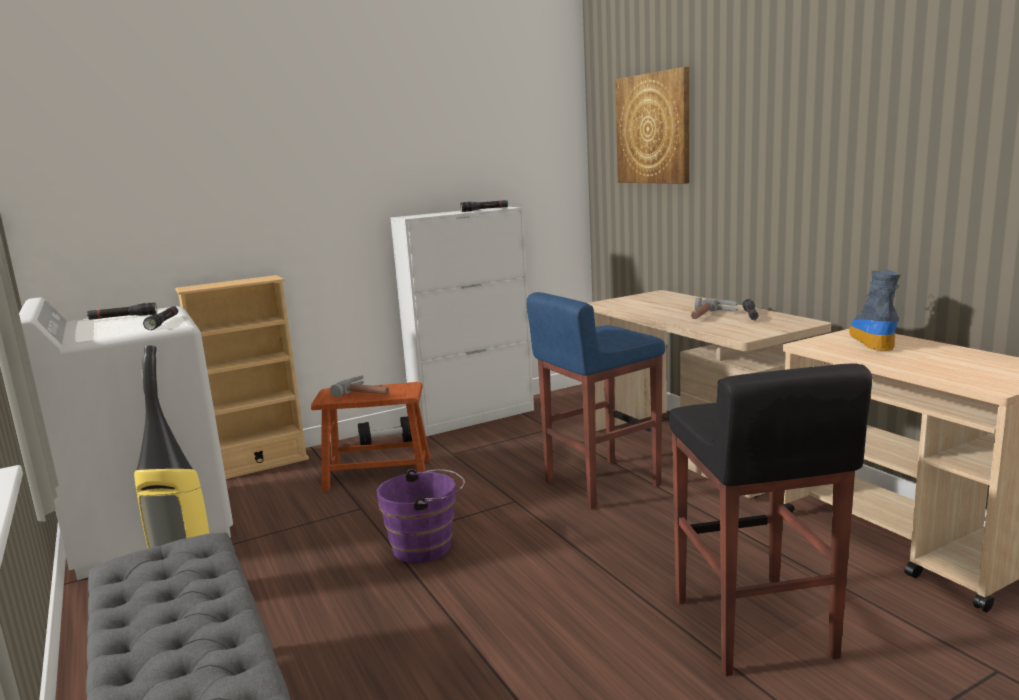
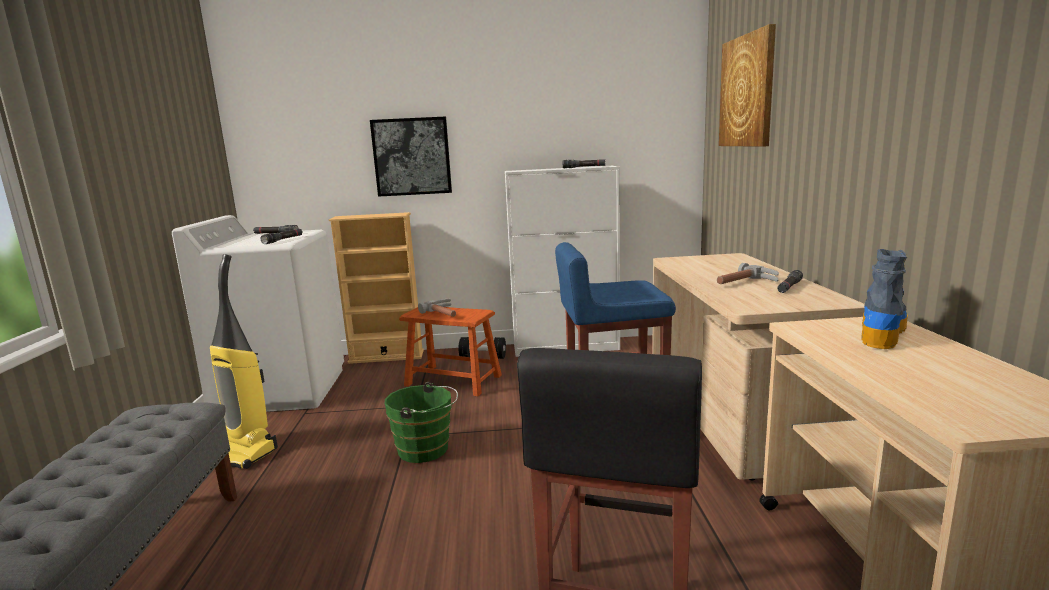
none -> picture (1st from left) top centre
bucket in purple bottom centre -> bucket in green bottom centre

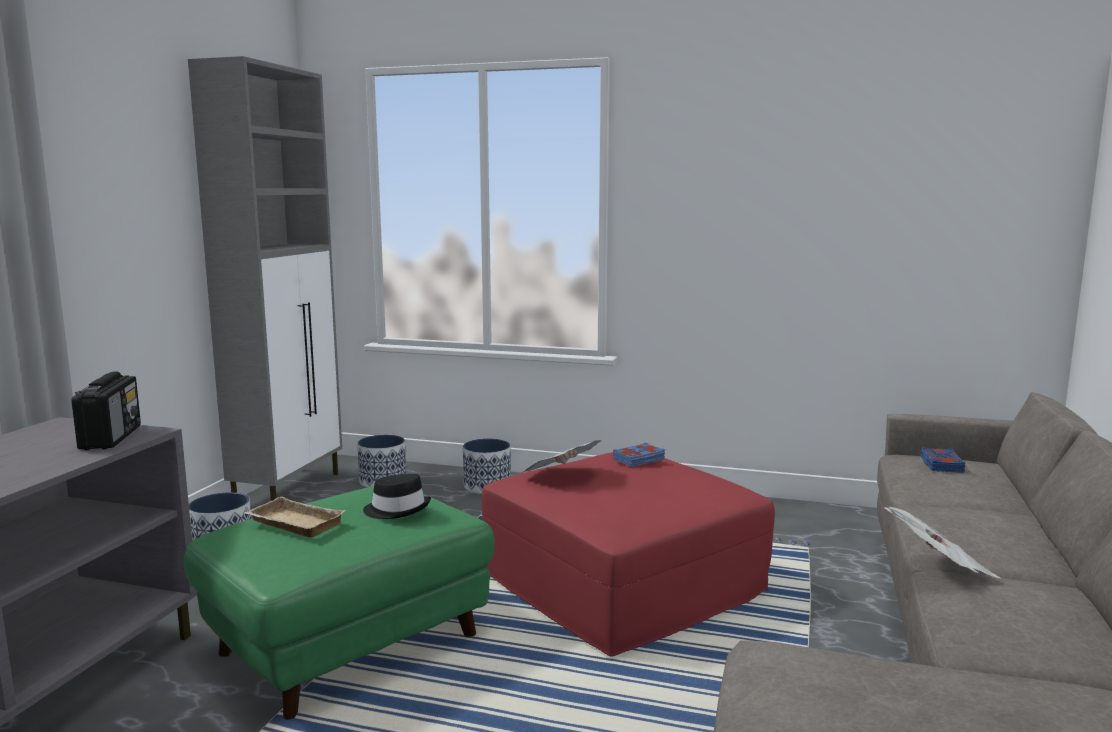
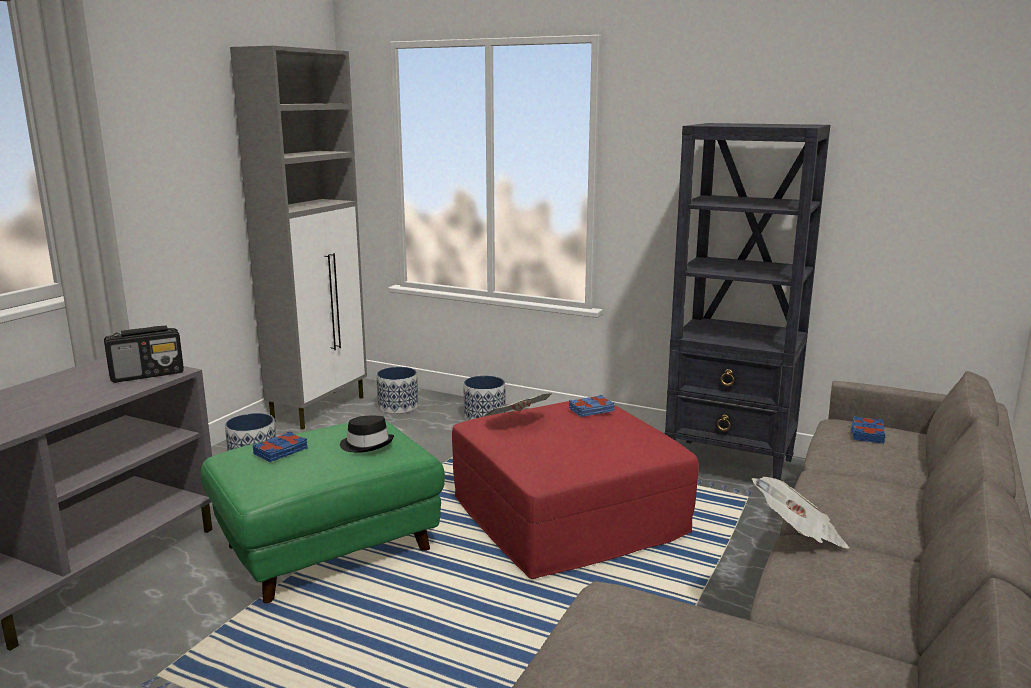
none -> bookcase in black middle right
tray in beige bottom left -> book in blue (1st from left) middle left
radio middle left, 60 degrees clockwise

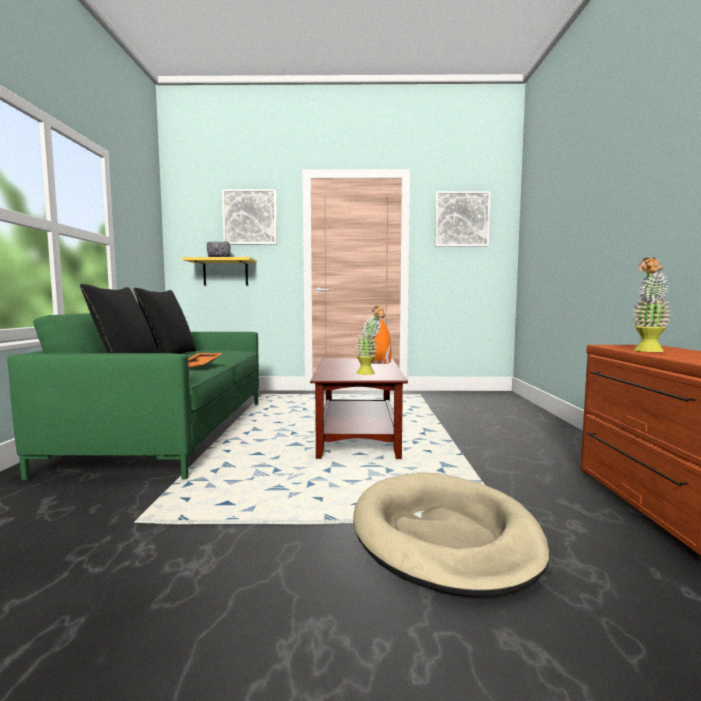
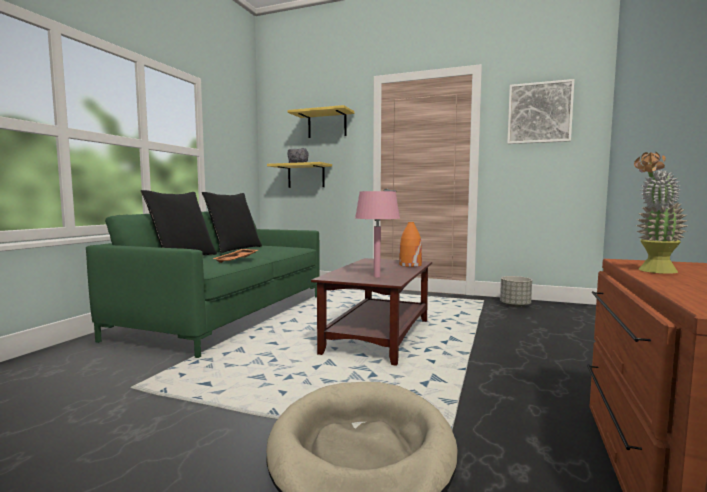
none -> planter in grey middle right
picture (1st from left) top centre -> shelf in yellow (2nd from left) top centre
potted plant (1st from left) centre -> table lamp in pink centre

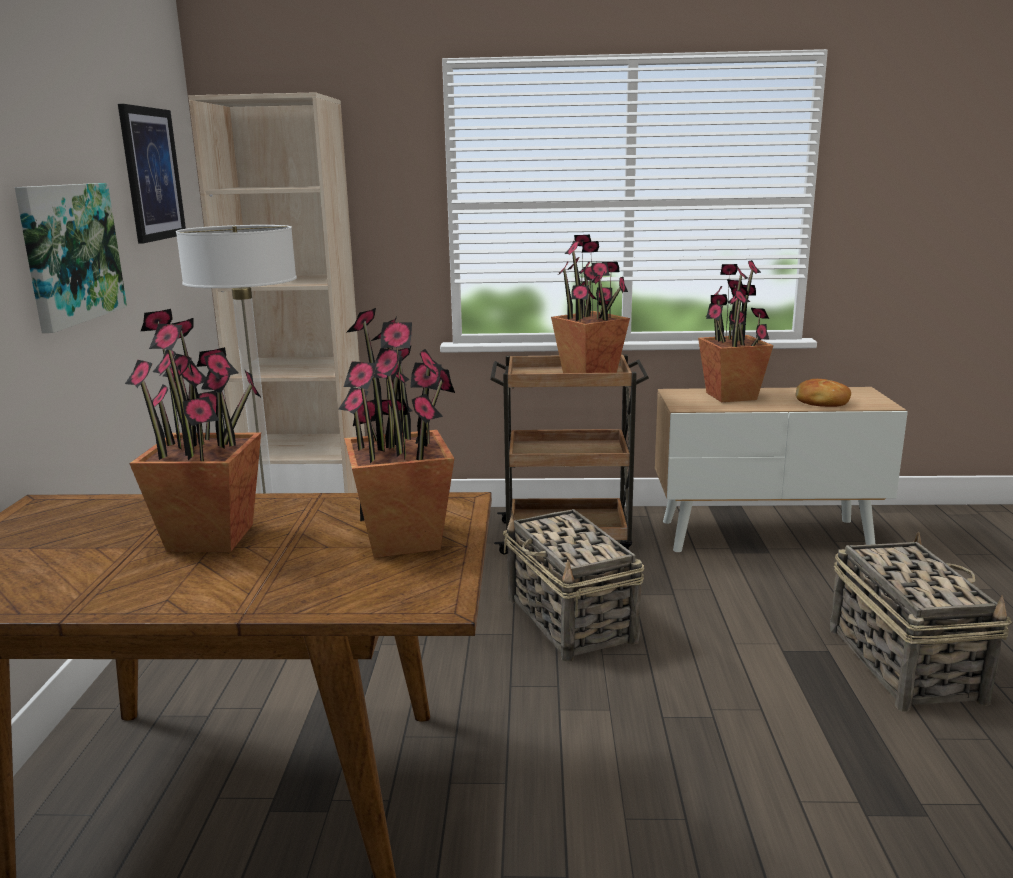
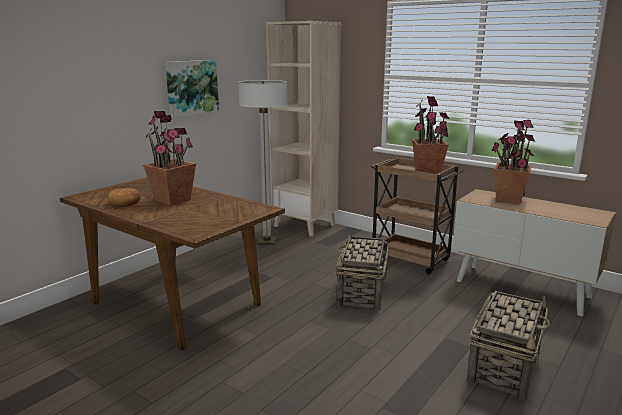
picture (2nd from left) top left -> none
potted plant (2nd from left) centre -> none
bread middle right -> bread middle left, moved

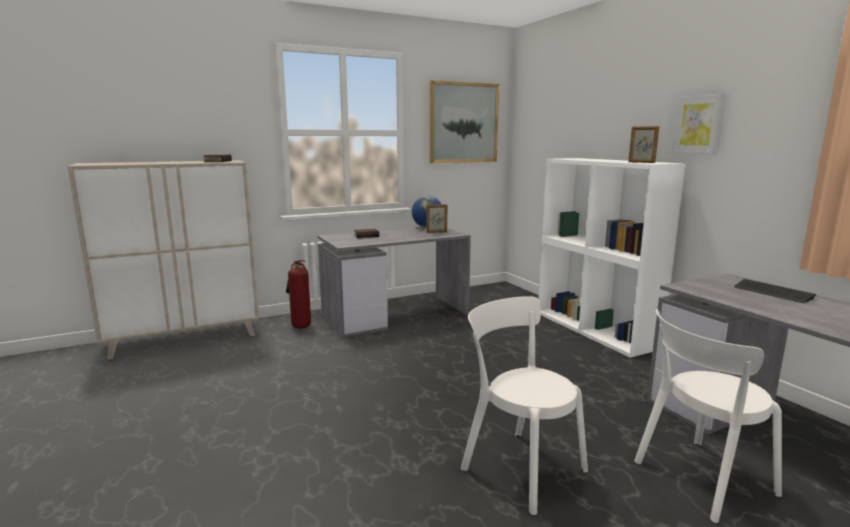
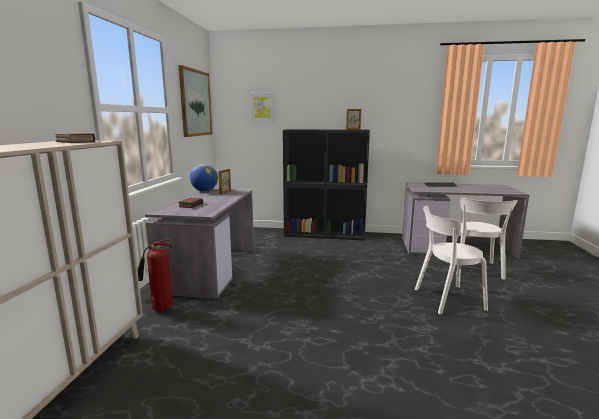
picture (2nd from left) top right -> picture (2nd from left) top centre, moved
bookcase in white middle right -> bookcase in black centre

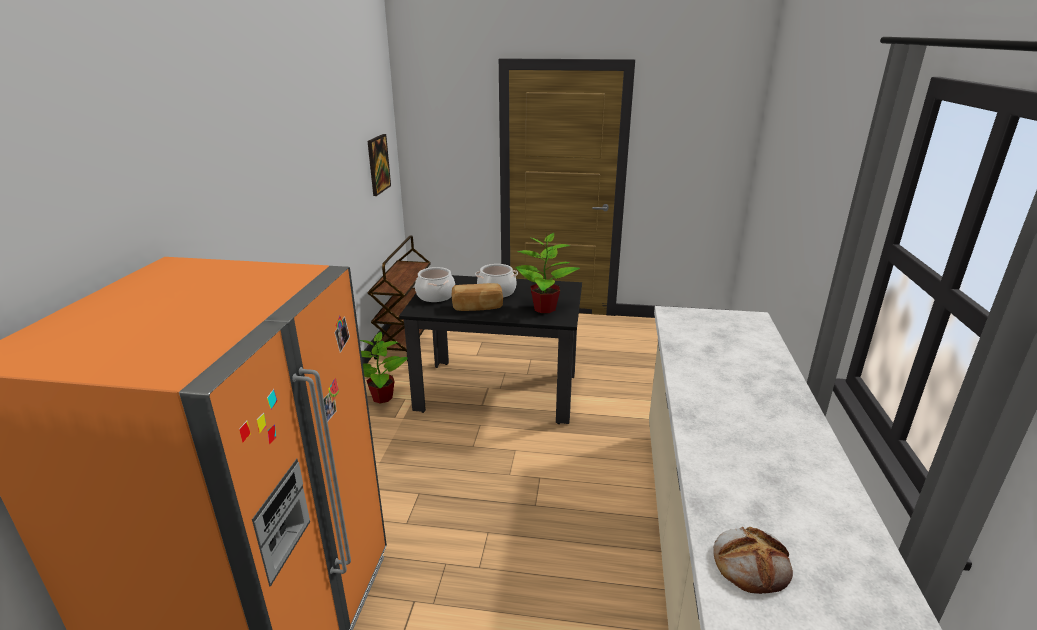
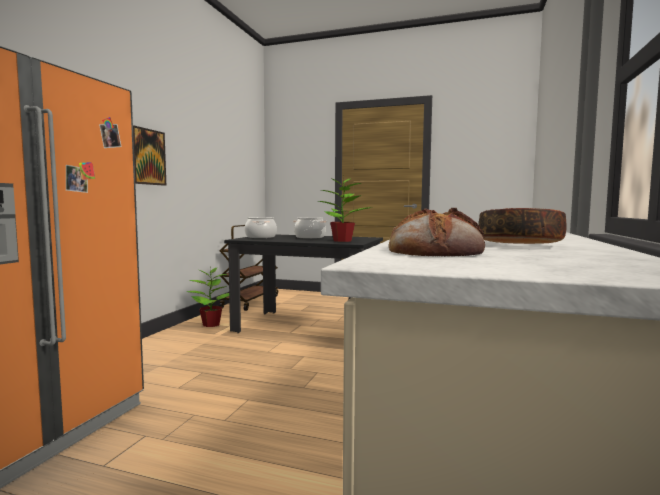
bread (1st from left) centre -> none
none -> bowl middle right
picture top centre -> picture top left, moved

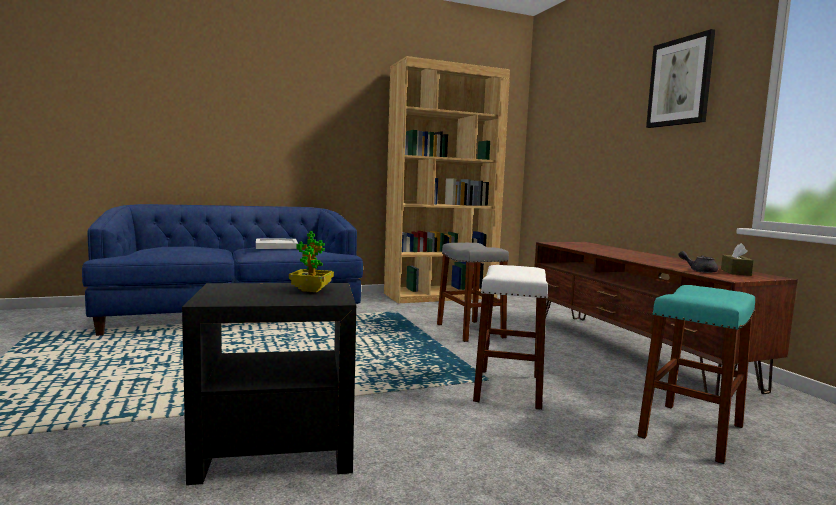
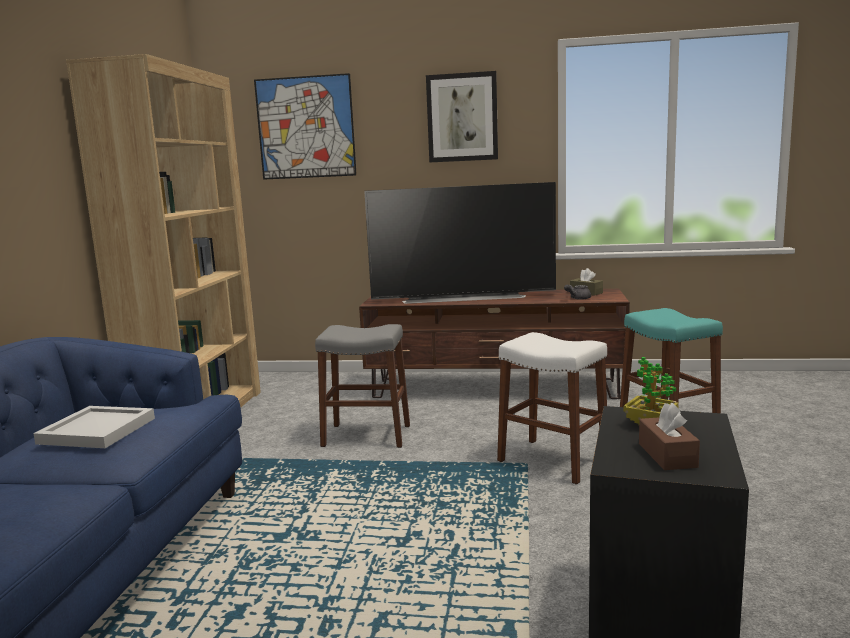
none -> picture (1st from left) top centre
none -> television centre
none -> tissue box in brown (2nd from left) bottom right

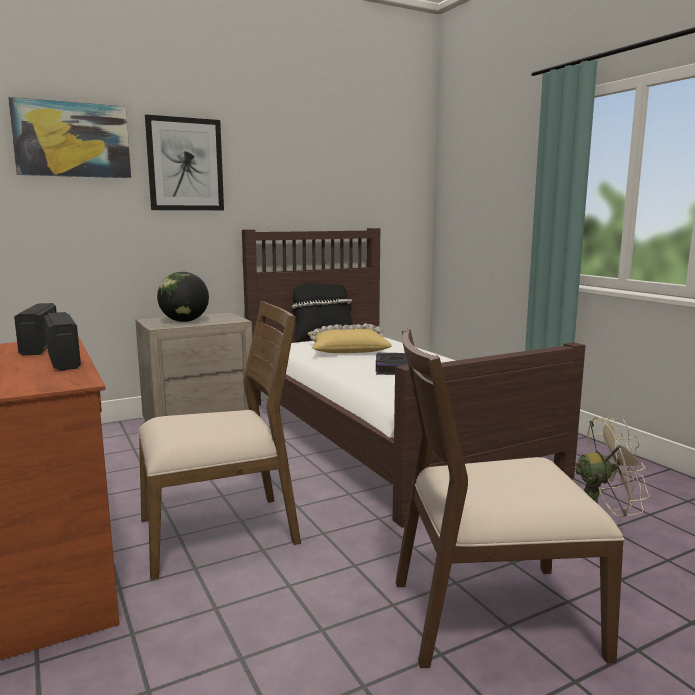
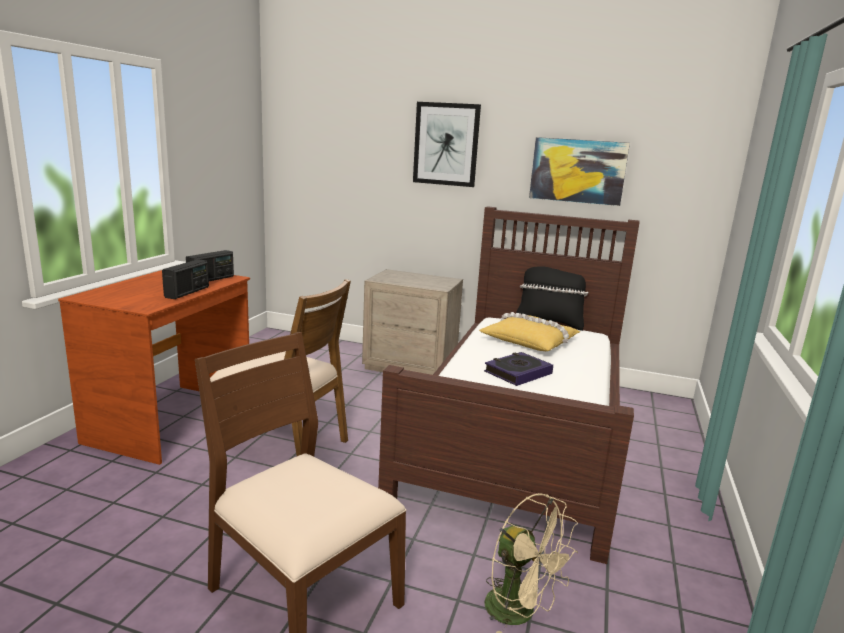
globe middle left -> none
picture (1st from left in the first image) top left -> picture (2nd from left) top right, moved

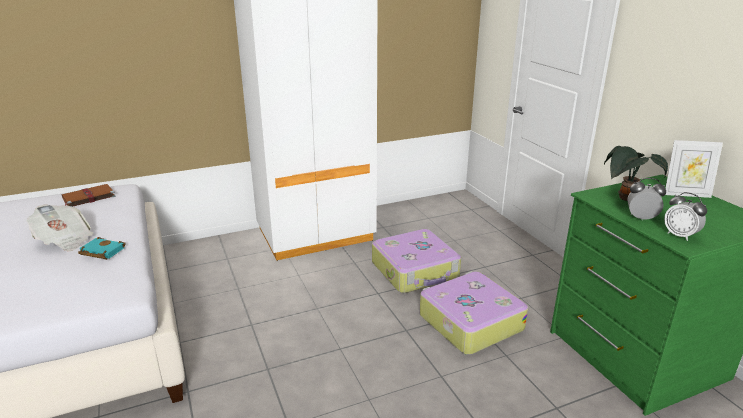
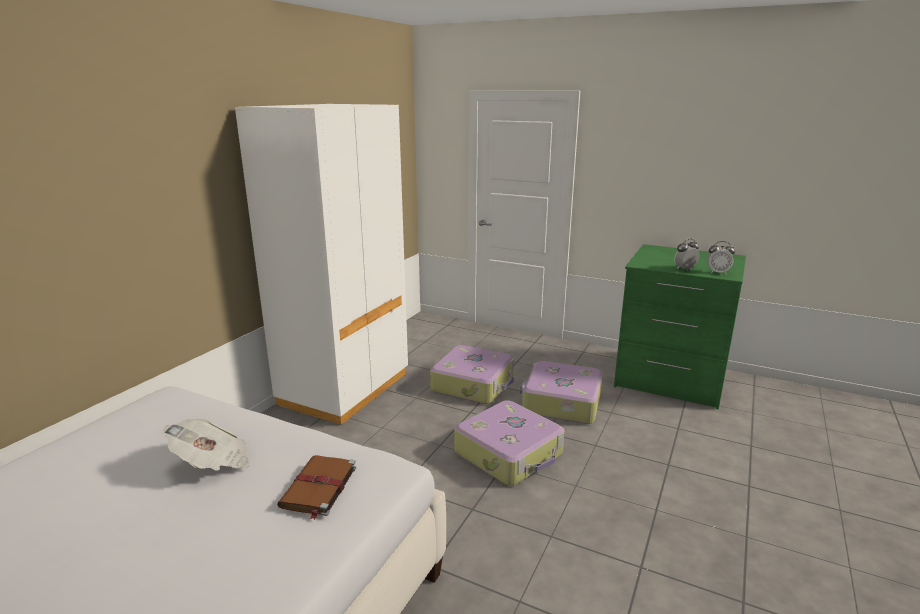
book in turquoise middle left -> none
potted plant middle right -> none
picture frame middle right -> none
none -> suitcase (2nd from left) bottom centre
book in brown middle left -> book in brown bottom centre, moved

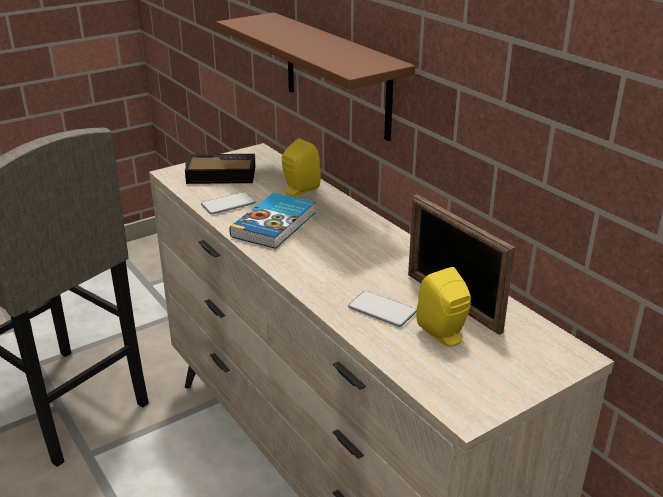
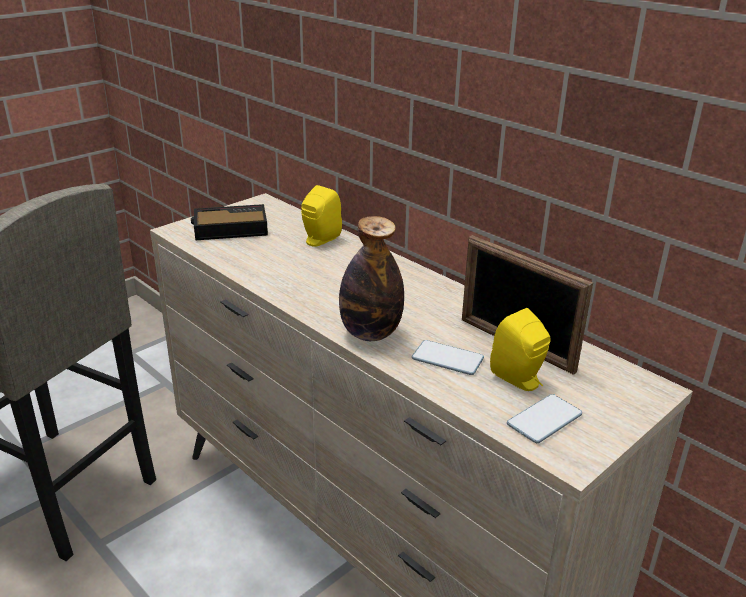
shelf in brown top centre -> none
book centre -> none
none -> bottle centre
phone (1st from left in the first image) centre -> phone (2nd from left) bottom right, moved

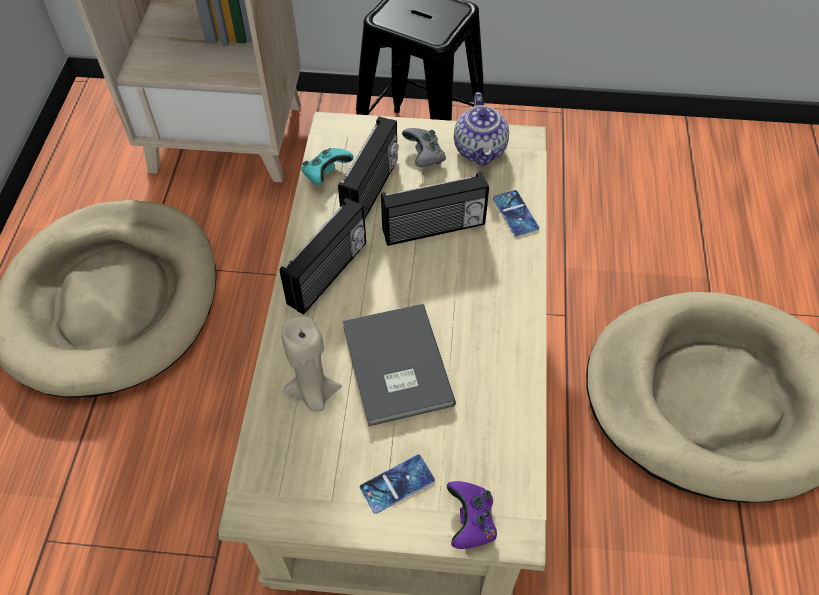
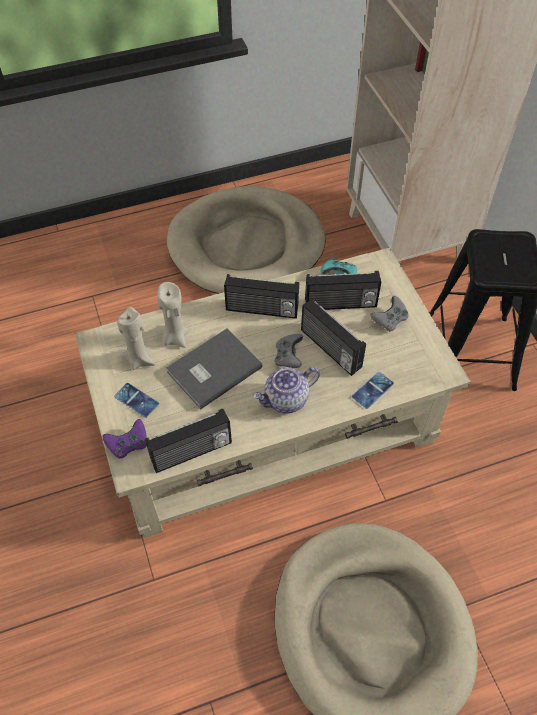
none -> candle in beige (1st from left) middle left
none -> radio (1st from left) centre
none -> game controller in grey (1st from left) centre
teapot top centre -> teapot centre, moved

